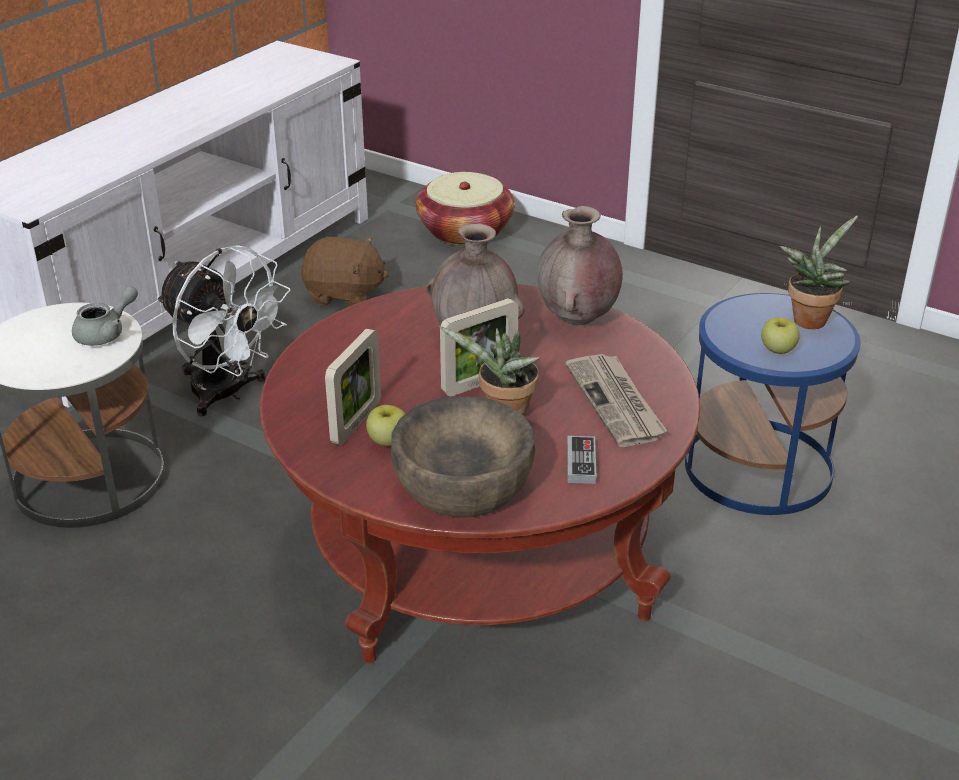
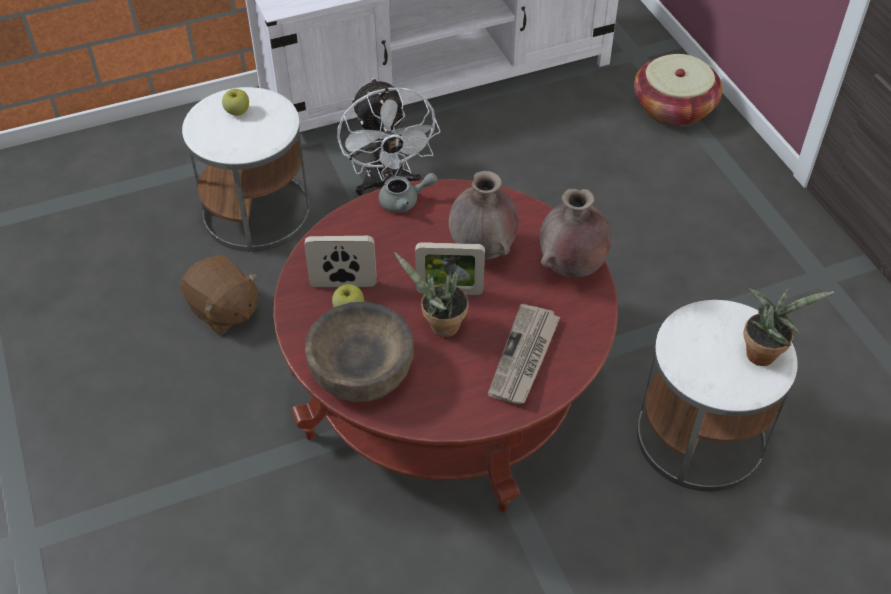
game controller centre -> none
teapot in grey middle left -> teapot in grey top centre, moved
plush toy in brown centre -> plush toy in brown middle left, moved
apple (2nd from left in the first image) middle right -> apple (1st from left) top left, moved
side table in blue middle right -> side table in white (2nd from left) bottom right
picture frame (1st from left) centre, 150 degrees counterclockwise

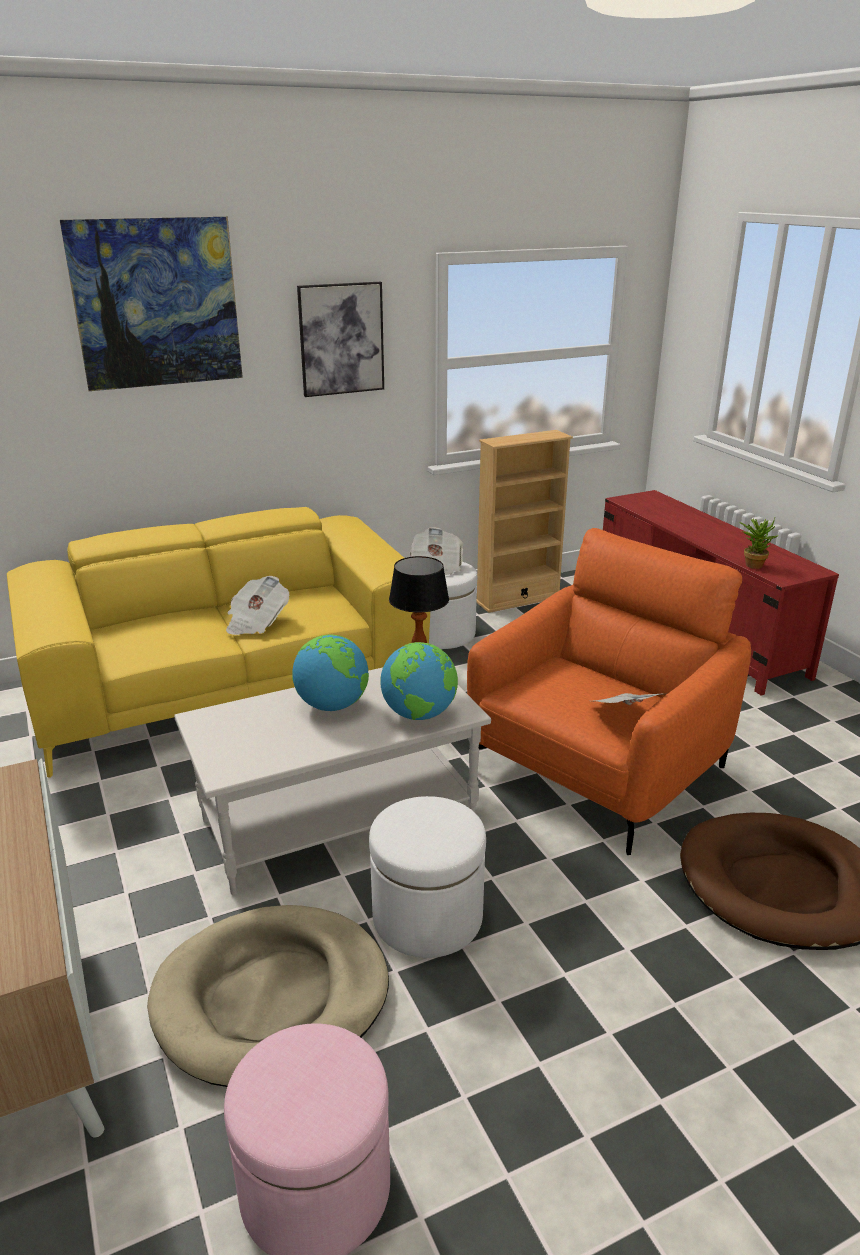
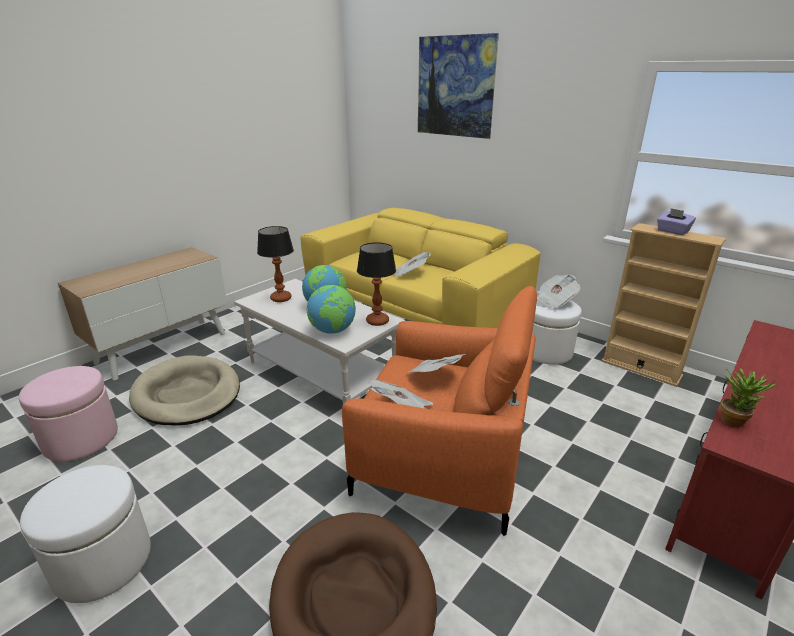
picture (2nd from left) top centre -> none
none -> table lamp (1st from left) centre
none -> newspaper (3rd from left) centre
none -> tissue box in purple middle right
ottoman in white (1st from left) bottom centre -> ottoman in white (1st from left) bottom left, moved

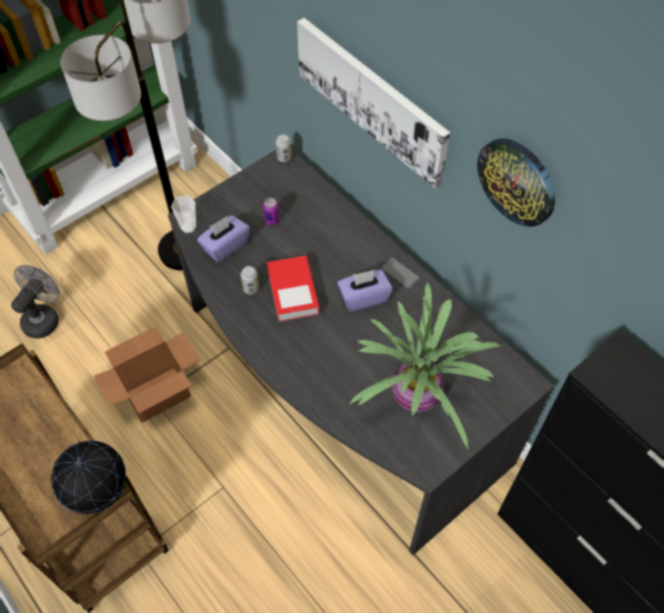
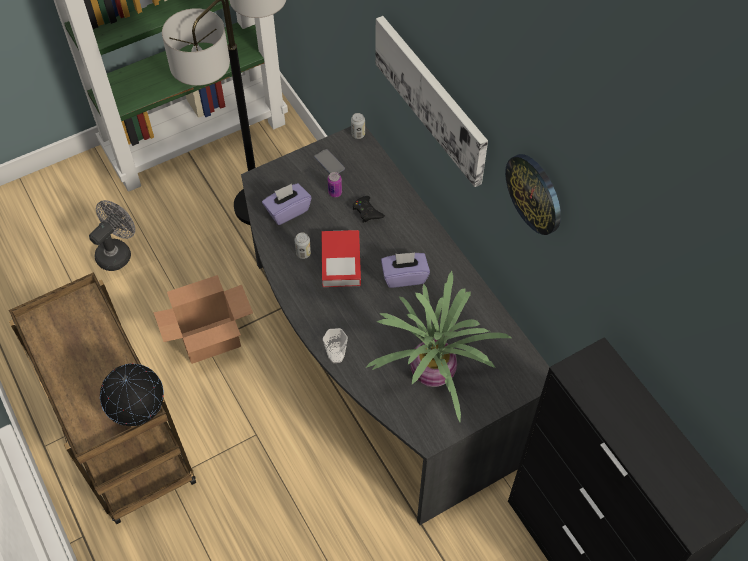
none -> game controller in black centre
cup middle left -> cup centre, moved
phone centre -> phone top centre, moved

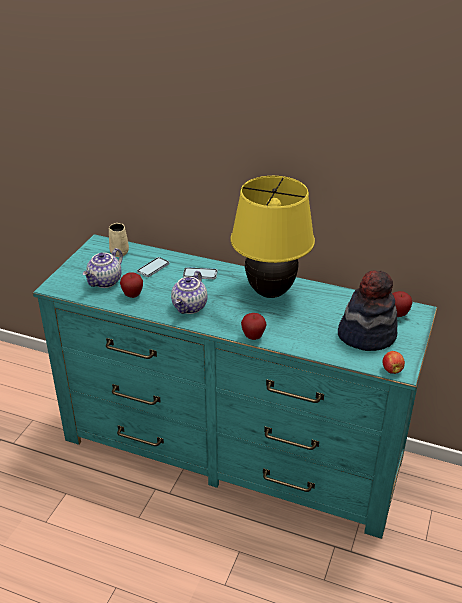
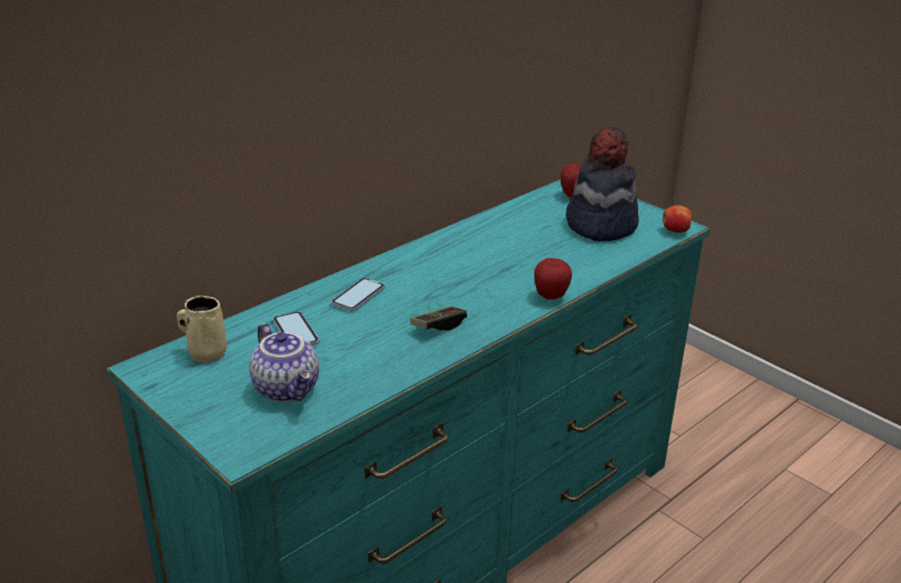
apple (1st from left) middle left -> none
table lamp in yellow centre -> none
teapot (2nd from left) centre -> game controller centre

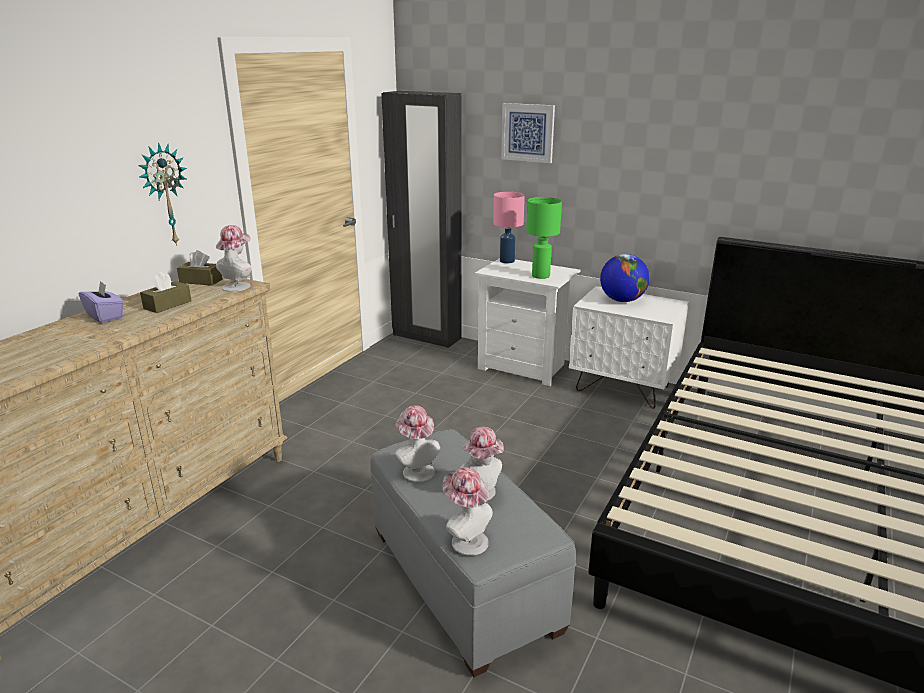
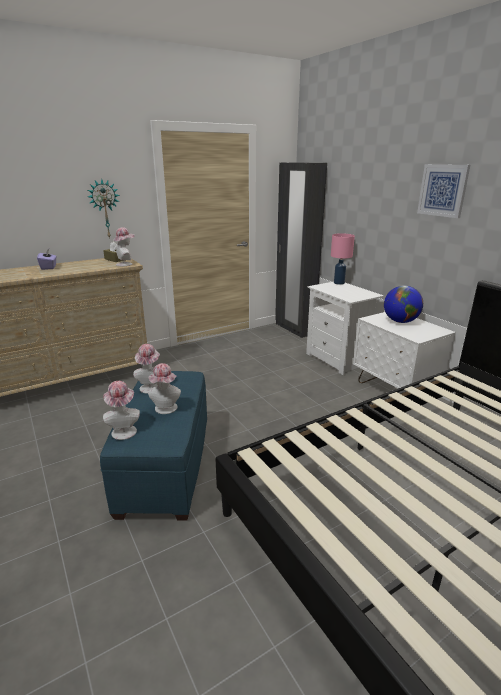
tissue box in brown (1st from left) middle left -> none
table lamp in green centre -> none
picture top centre -> picture top right, moved
ottoman in grey bottom centre -> ottoman in blue middle left

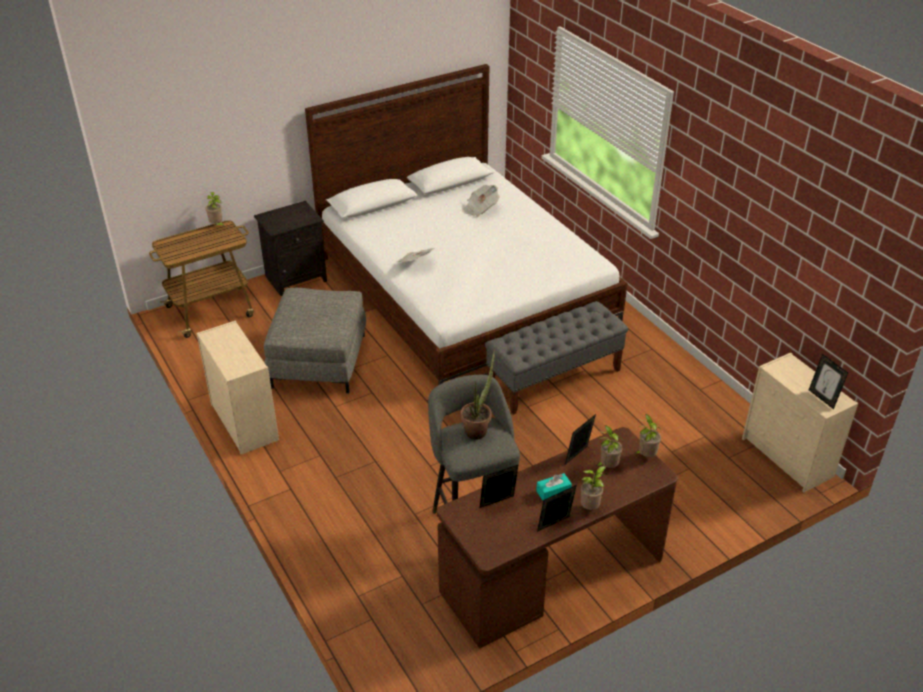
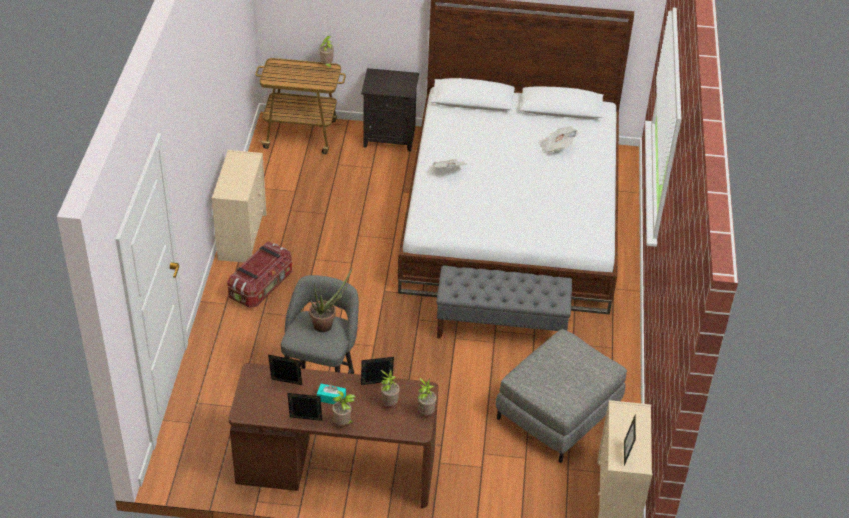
none -> storage box middle left
ottoman in grey centre -> ottoman in grey bottom centre, moved

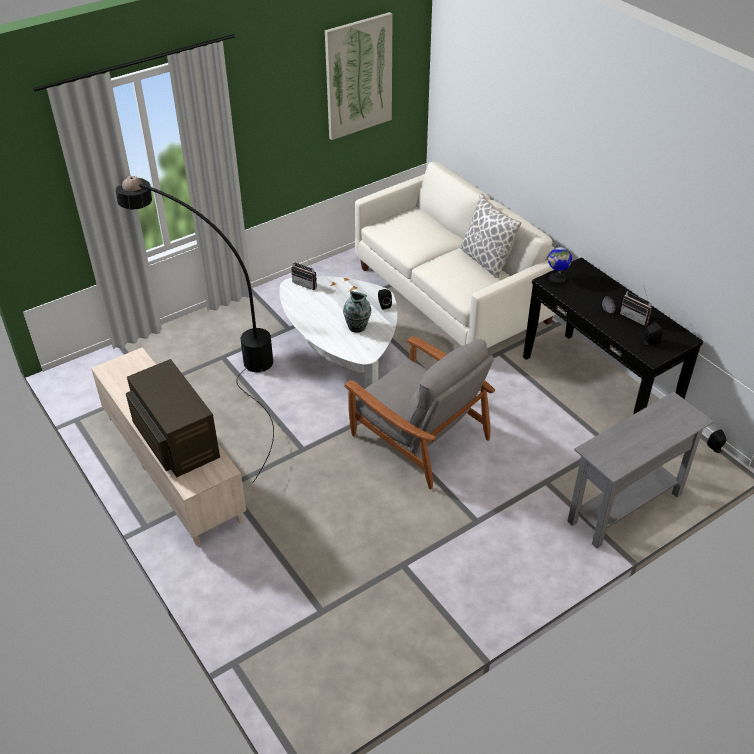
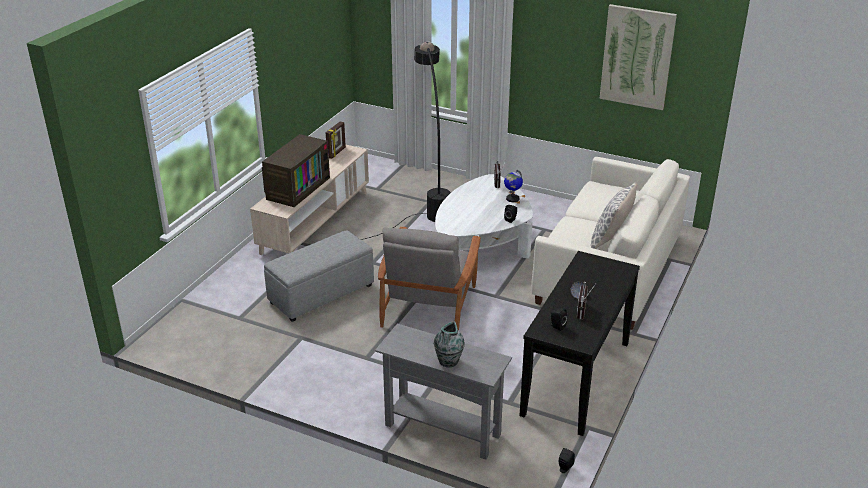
none -> ottoman in grey centre
none -> picture frame top centre
vase centre -> vase bottom centre, moved
globe middle right -> globe centre, moved

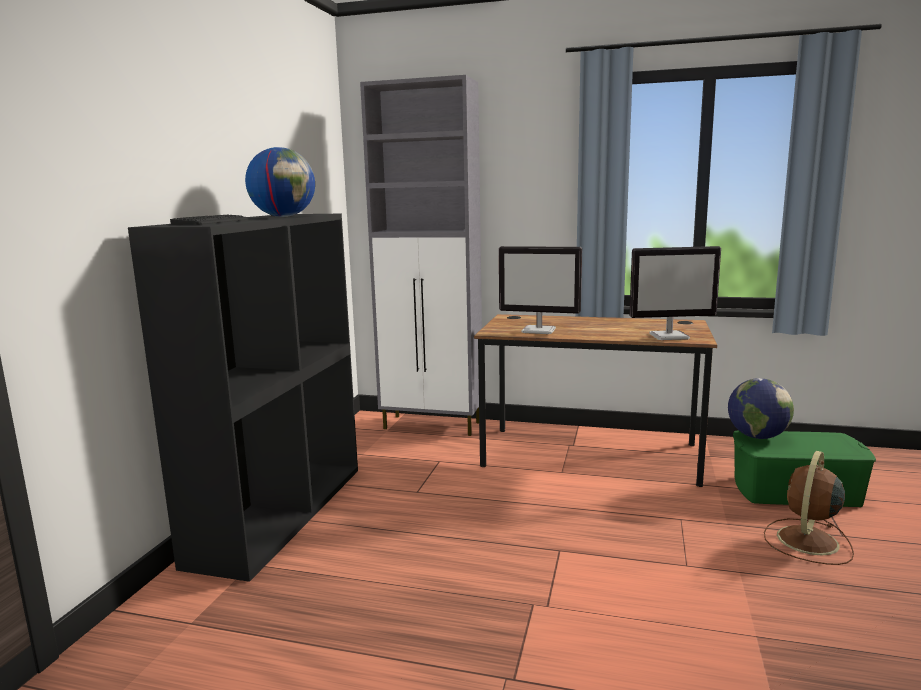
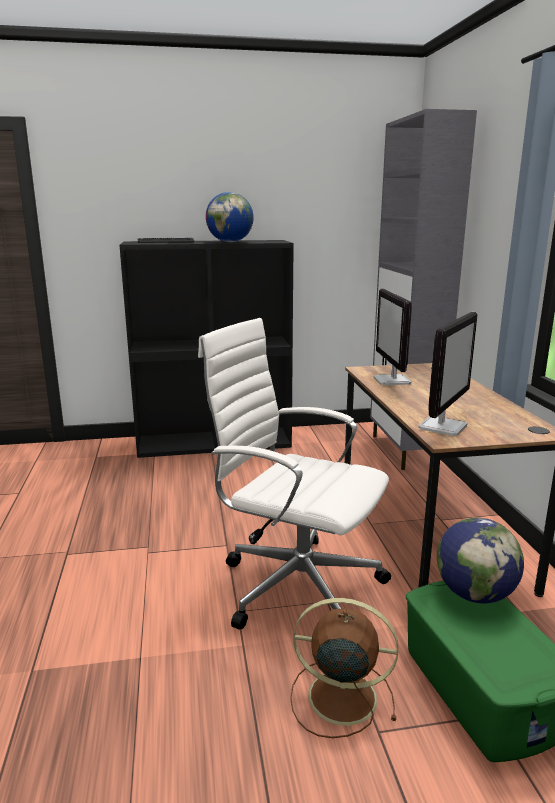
none -> office chair in white centre
monitor (2nd from left) middle right, 120 degrees counterclockwise

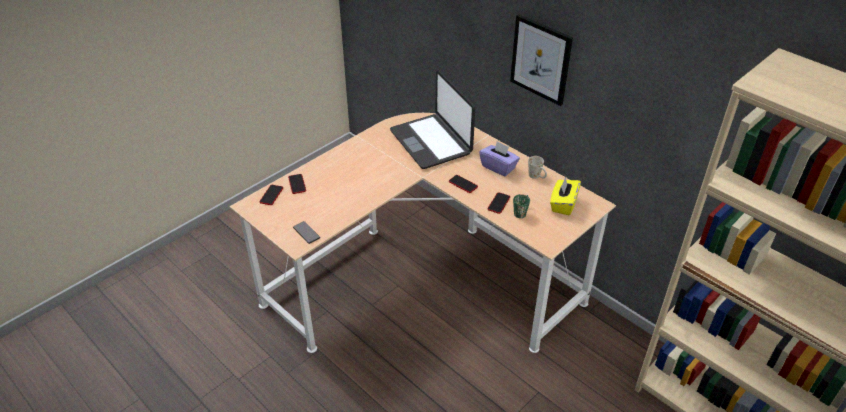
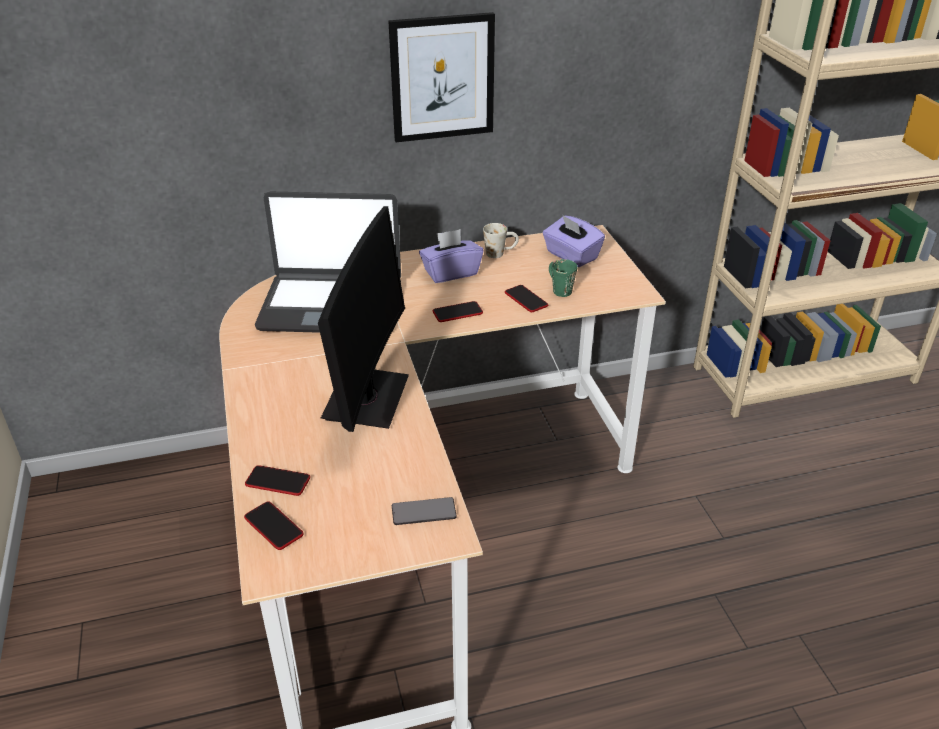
none -> monitor centre
tissue box in yellow middle right -> tissue box in purple (2nd from left) top centre

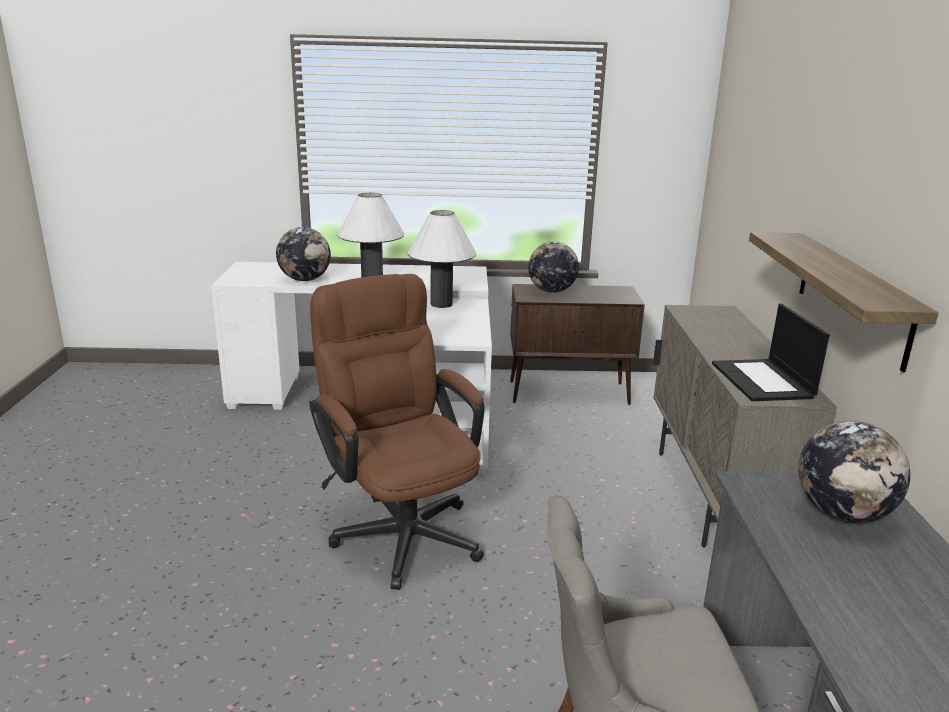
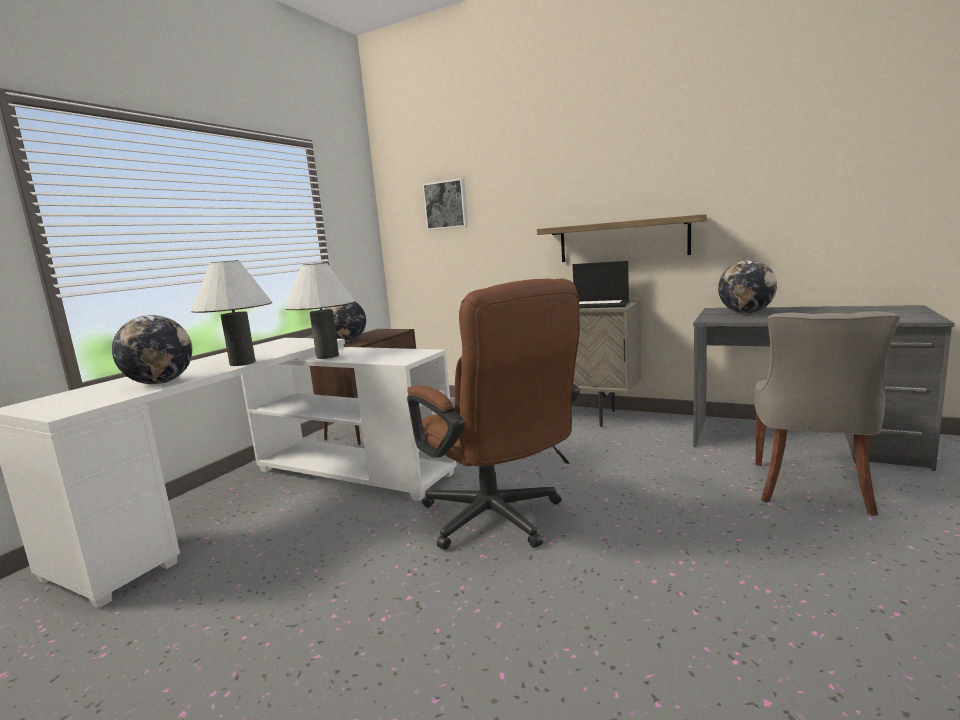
none -> picture top centre
office chair in brown centre, 120 degrees counterclockwise

